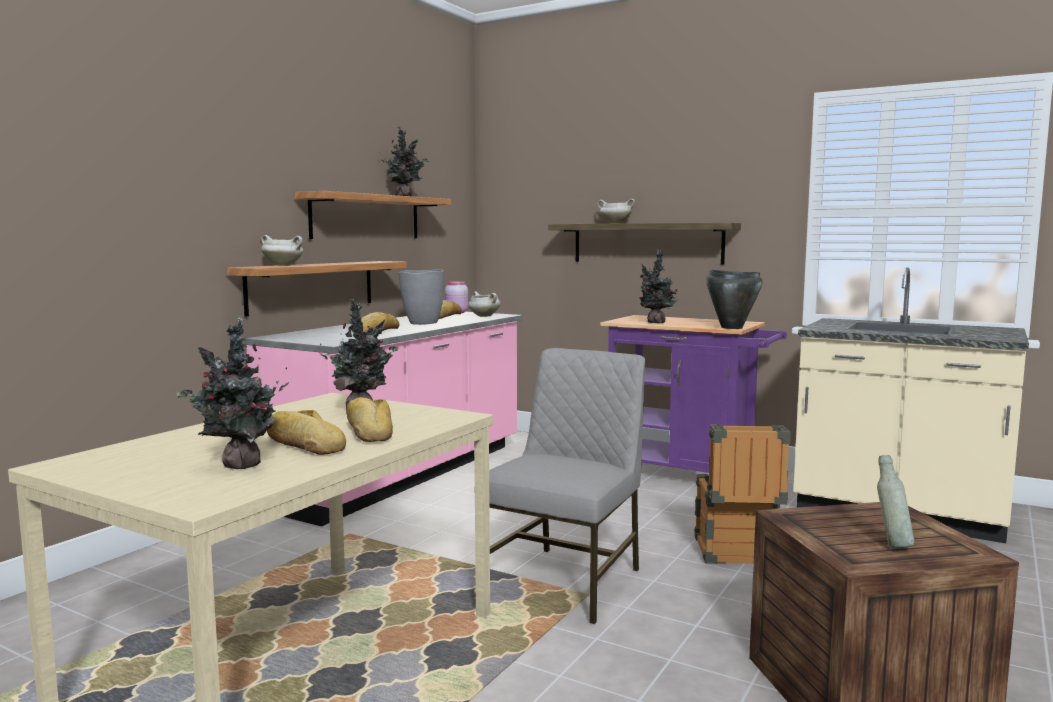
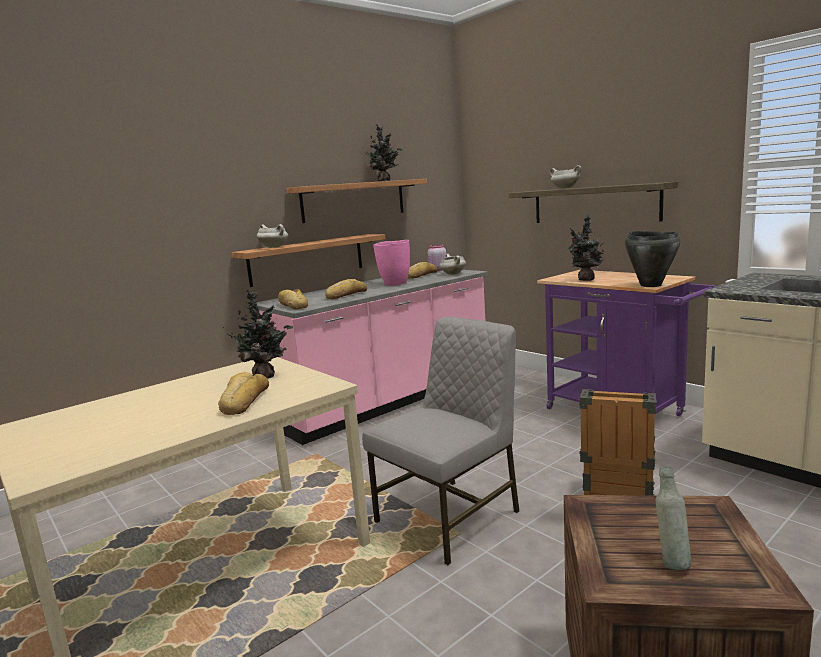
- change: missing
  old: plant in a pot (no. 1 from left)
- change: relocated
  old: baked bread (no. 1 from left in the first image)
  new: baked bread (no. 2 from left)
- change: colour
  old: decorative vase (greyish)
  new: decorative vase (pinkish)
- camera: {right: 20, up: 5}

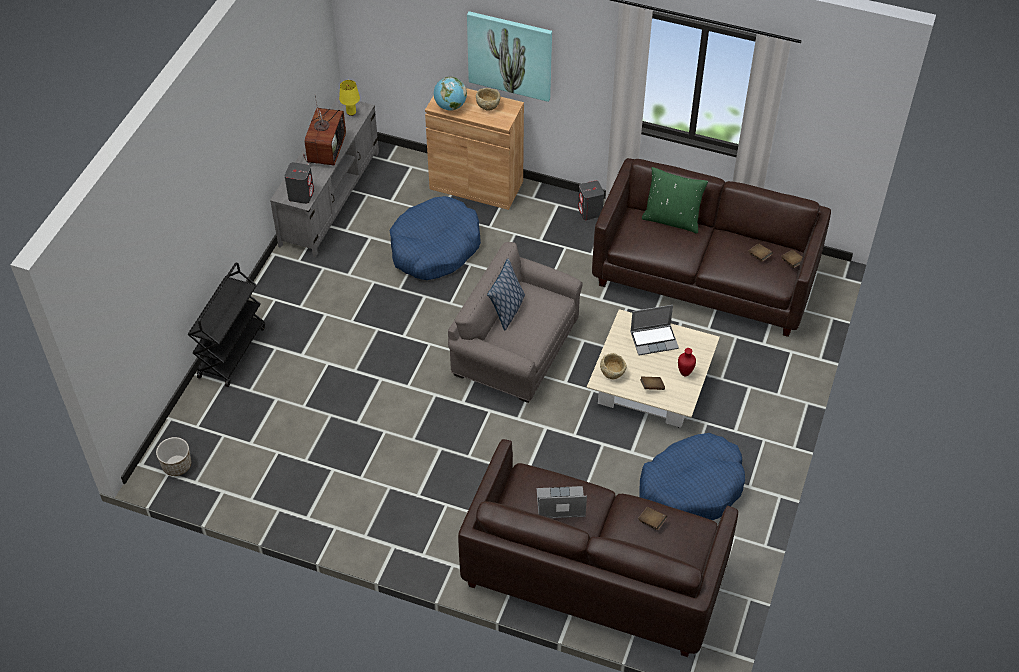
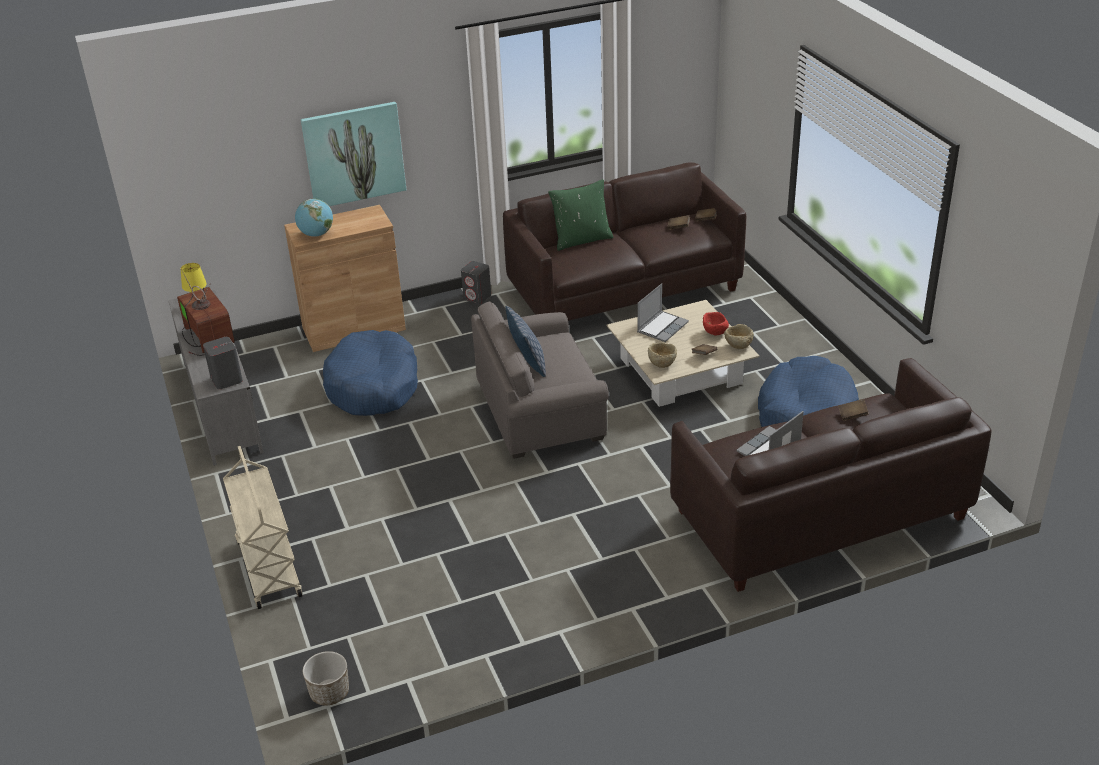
- change: colour
  old: trolley (black-coloured)
  new: trolley (sand-coloured)
- change: relocated
  old: bowl (sand-coloured) (no. 1 from left in the first image)
  new: bowl (sand-coloured) (no. 2 from left)
- change: exchanged
  old: decorative vase (red-coloured)
  new: bowl (red-coloured)
- camera: {right: -40, up: -15}

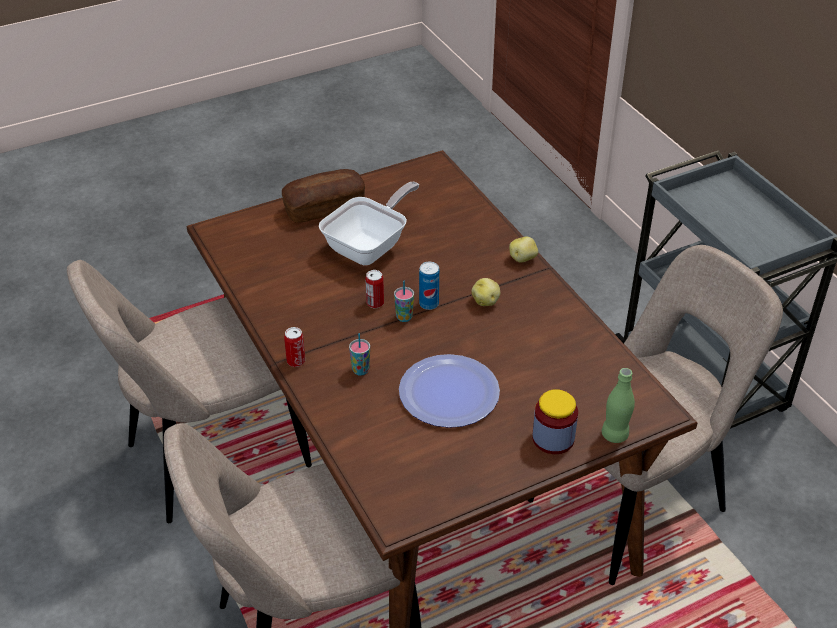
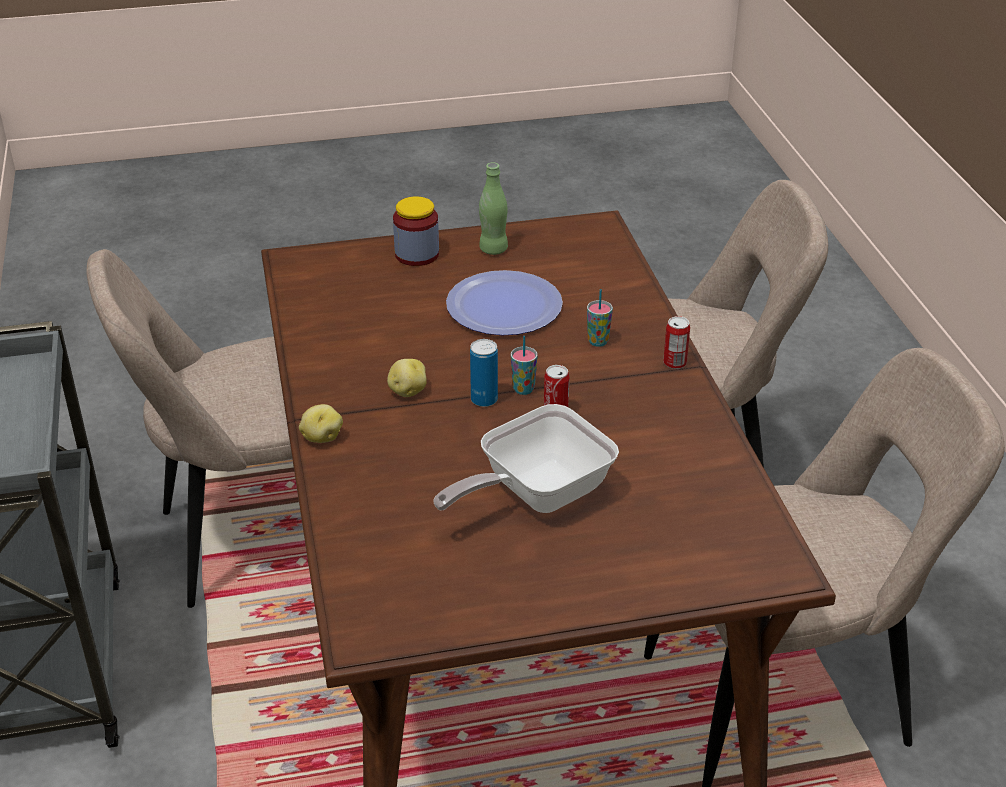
- change: missing
  old: baked bread
- change: relocated
  old: beverage bottle (greenish)
- camera: {right: -165, up: -5}

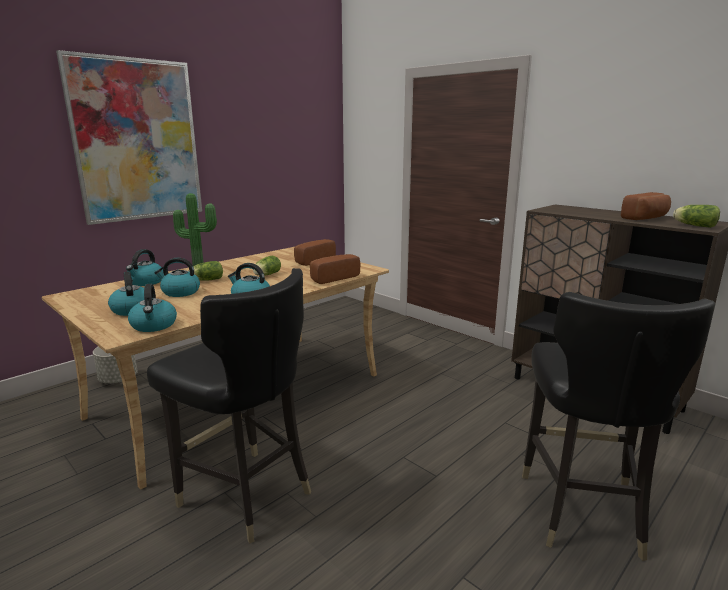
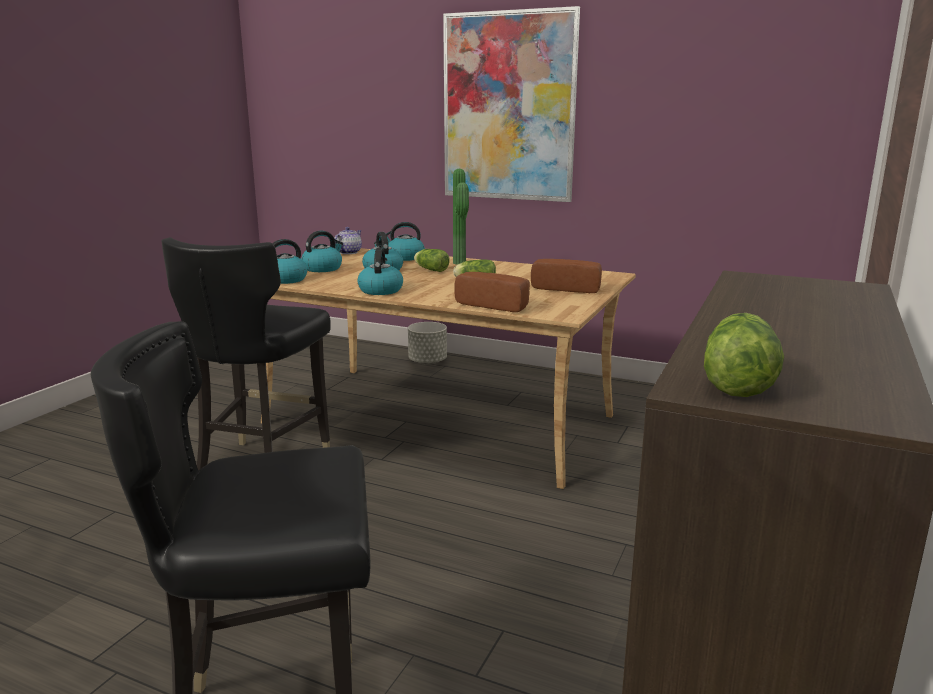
- change: missing
  old: baked bread (no. 3 from left)
- change: appeared
  new: tea pot
- camera: {right: 70, up: 0}

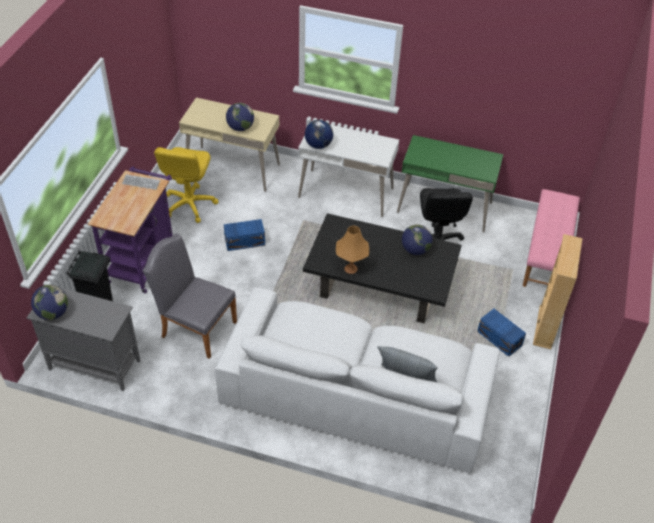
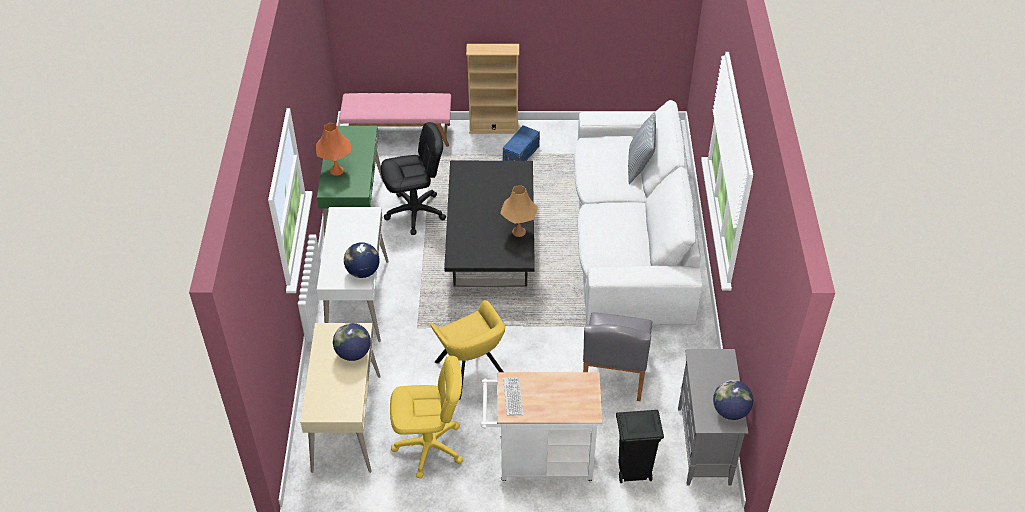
- change: colour
  old: trolley (purplish)
  new: trolley (white-coloured)
- change: exchanged
  old: storage container (blue-coloured) (no. 1 from left)
  new: lounge chair (yellowish)
- change: missing
  old: world globe (no. 4 from left)
- change: appeared
  new: table lamp (orange) (no. 1 from left)
- camera: {right: -105, up: 0}

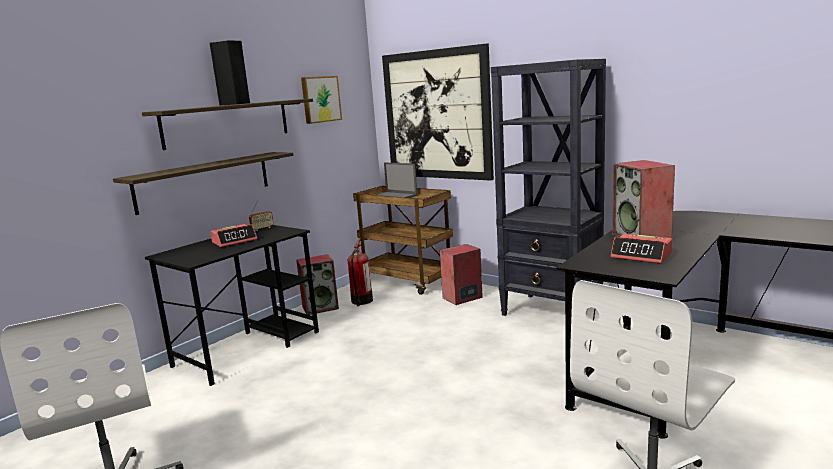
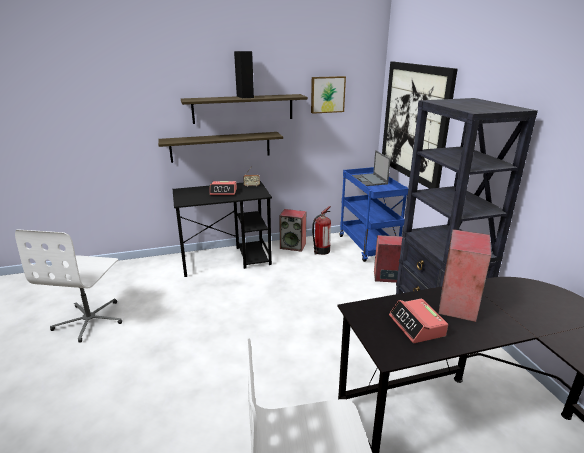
- change: colour
  old: trolley (brown-coloured)
  new: trolley (blue-coloured)
- camera: {right: 35, up: 10}

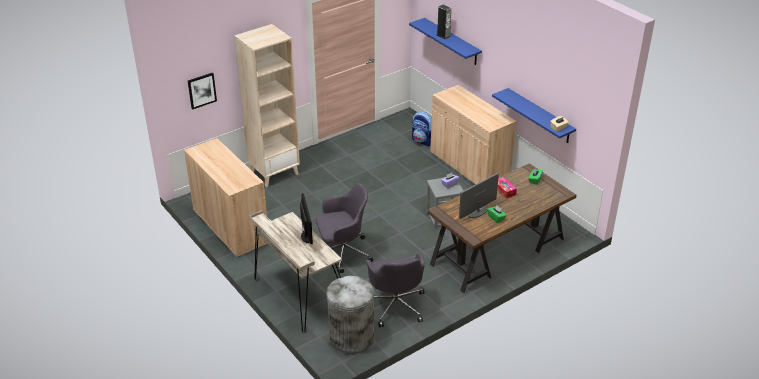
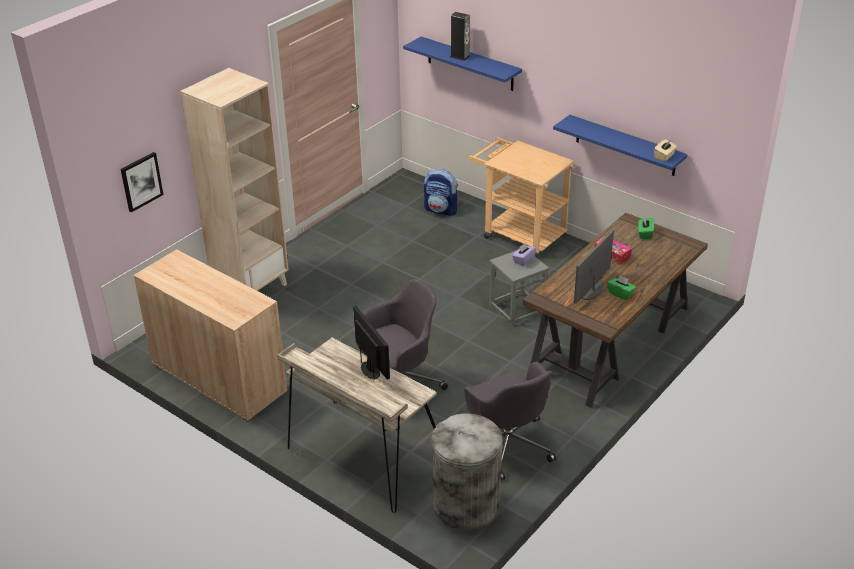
- change: exchanged
  old: cupboard (sand-coloured) (no. 2 from left)
  new: trolley (sand-coloured)
- camera: {right: -15, up: 0}

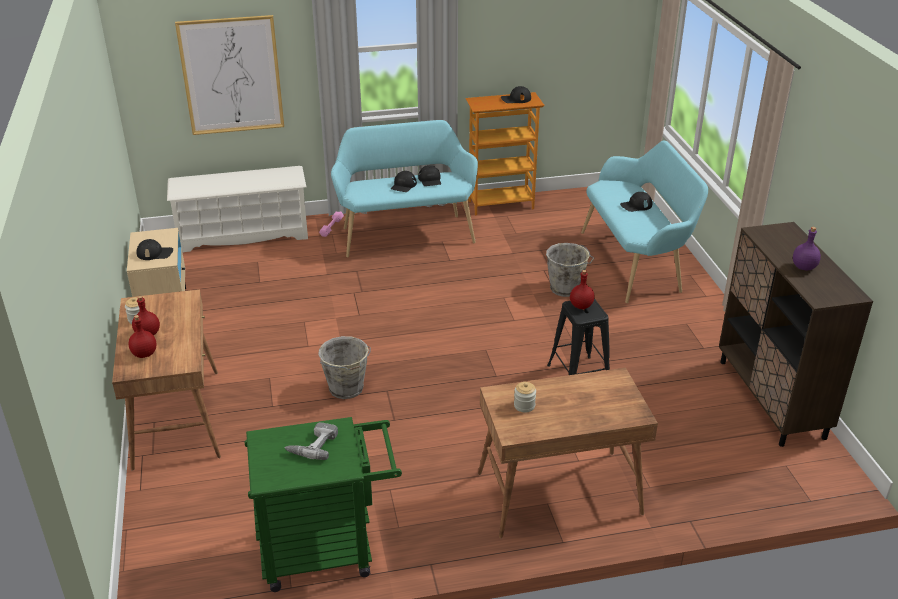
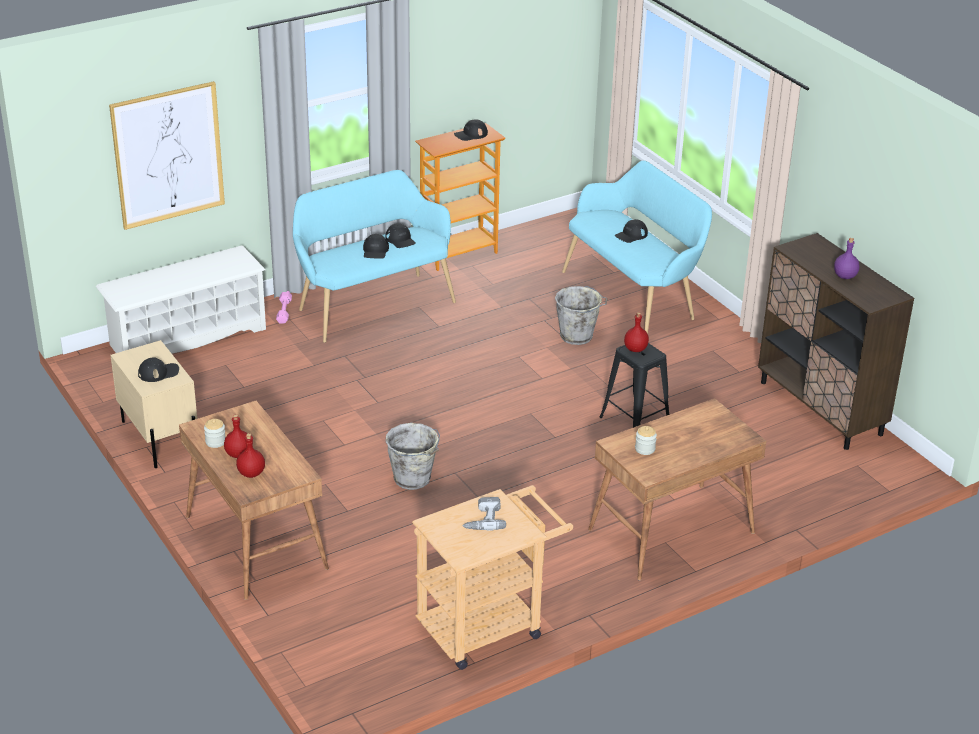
- change: colour
  old: trolley (greenish)
  new: trolley (sand-coloured)
- camera: {right: -20, up: 0}

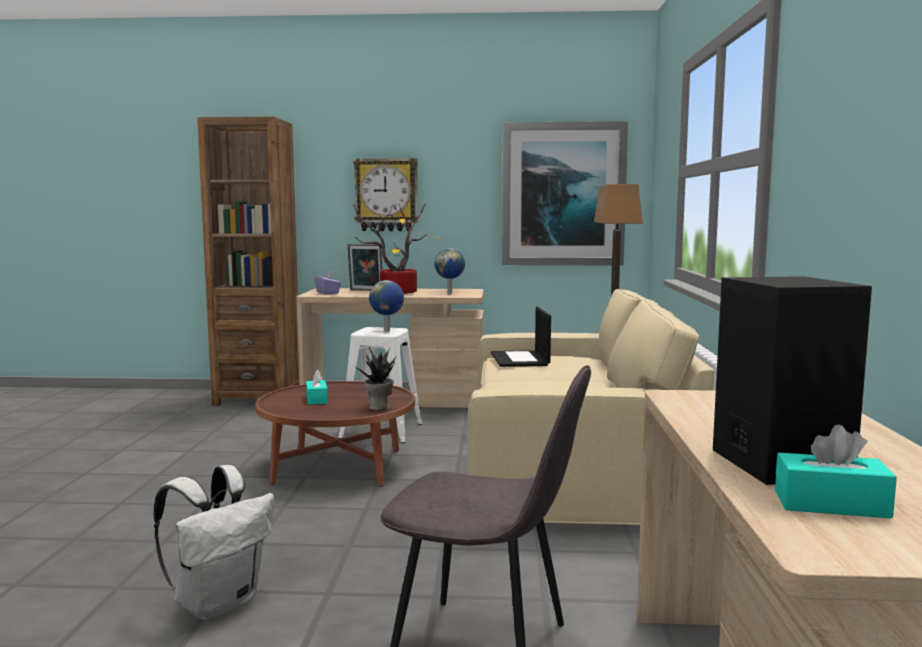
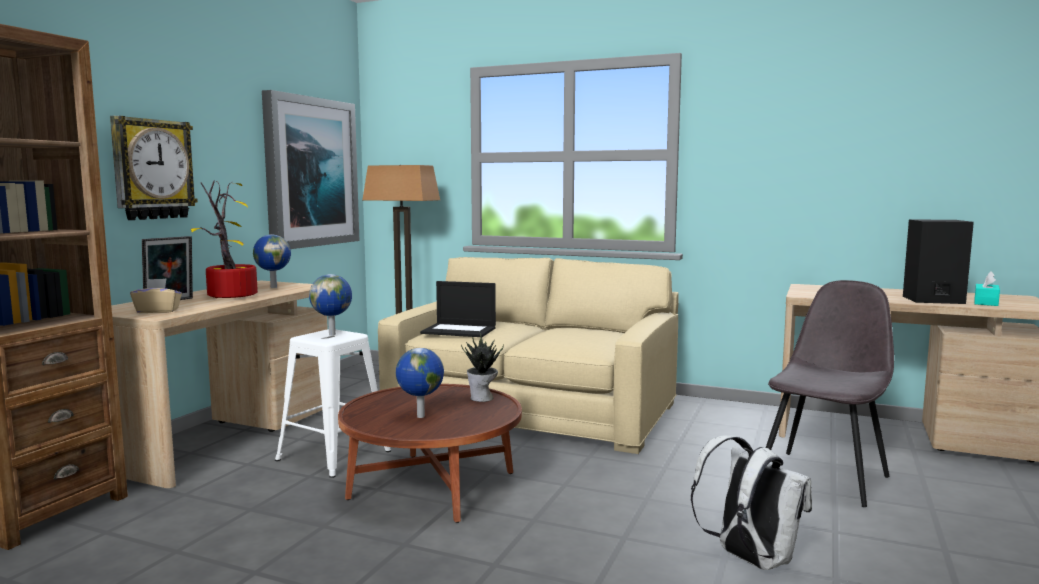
- change: exchanged
  old: tissue holder (blue-green) (no. 1 from left)
  new: world globe (no. 3 from left)
- change: colour
  old: tissue holder (purplish)
  new: tissue holder (sand-coloured)
- camera: {right: -70, up: 0}

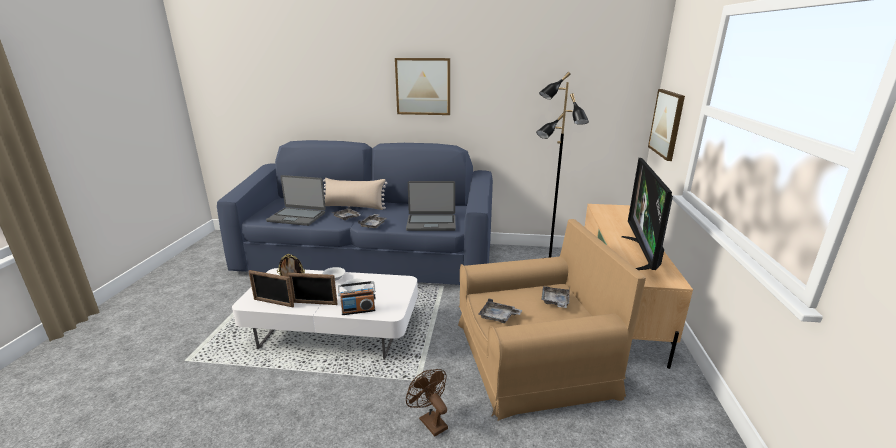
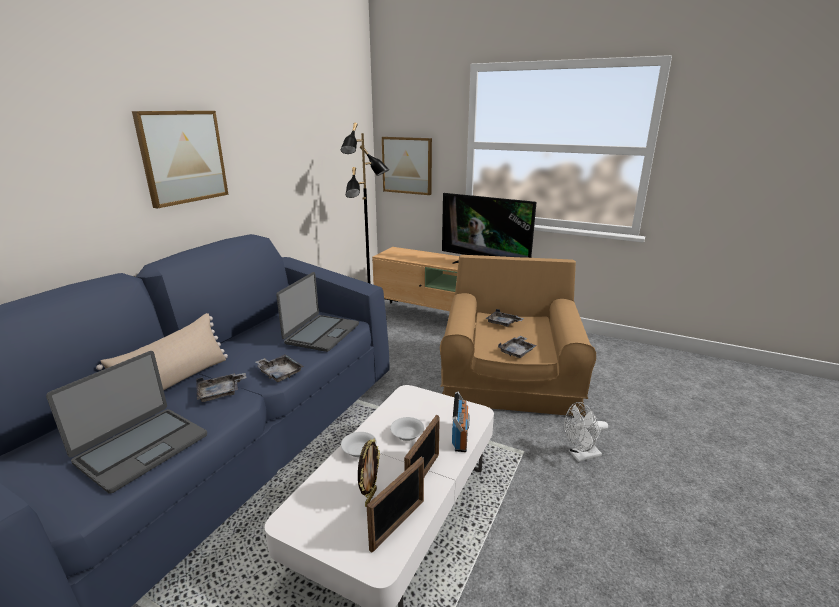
- change: colour
  old: cooling fan (brown-coloured)
  new: cooling fan (white-coloured)
- camera: {right: -70, up: 0}

